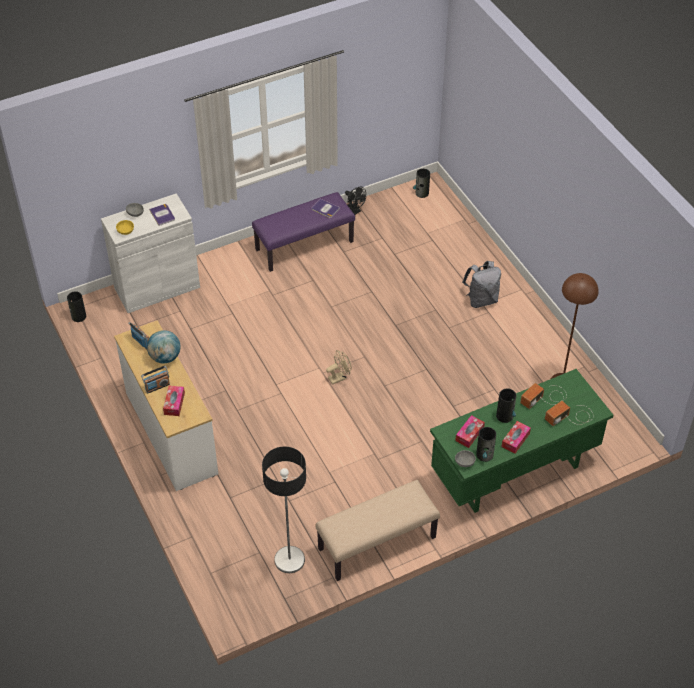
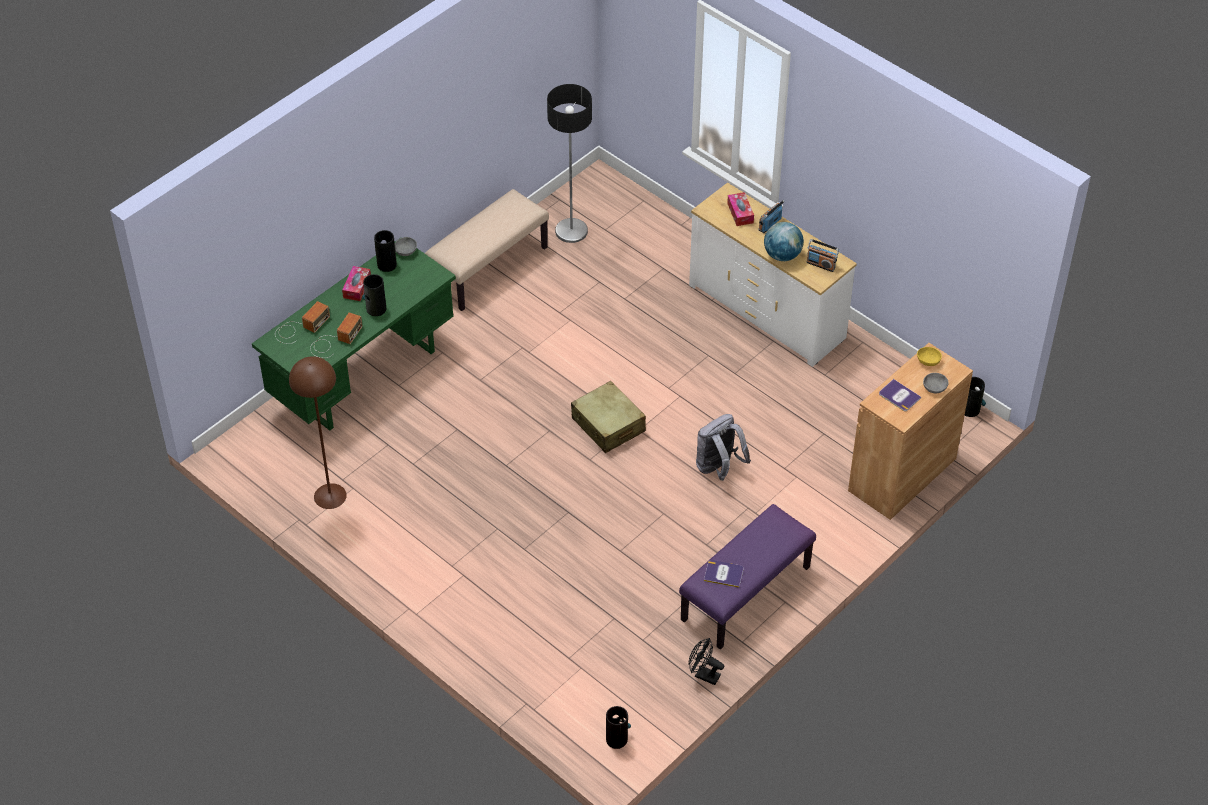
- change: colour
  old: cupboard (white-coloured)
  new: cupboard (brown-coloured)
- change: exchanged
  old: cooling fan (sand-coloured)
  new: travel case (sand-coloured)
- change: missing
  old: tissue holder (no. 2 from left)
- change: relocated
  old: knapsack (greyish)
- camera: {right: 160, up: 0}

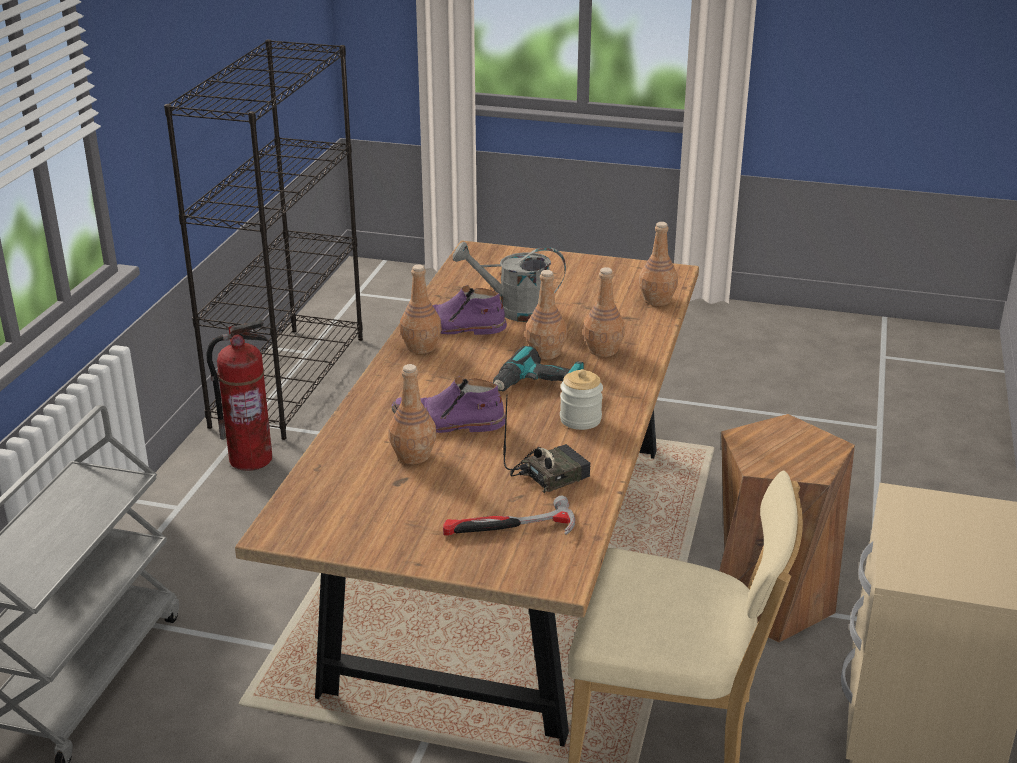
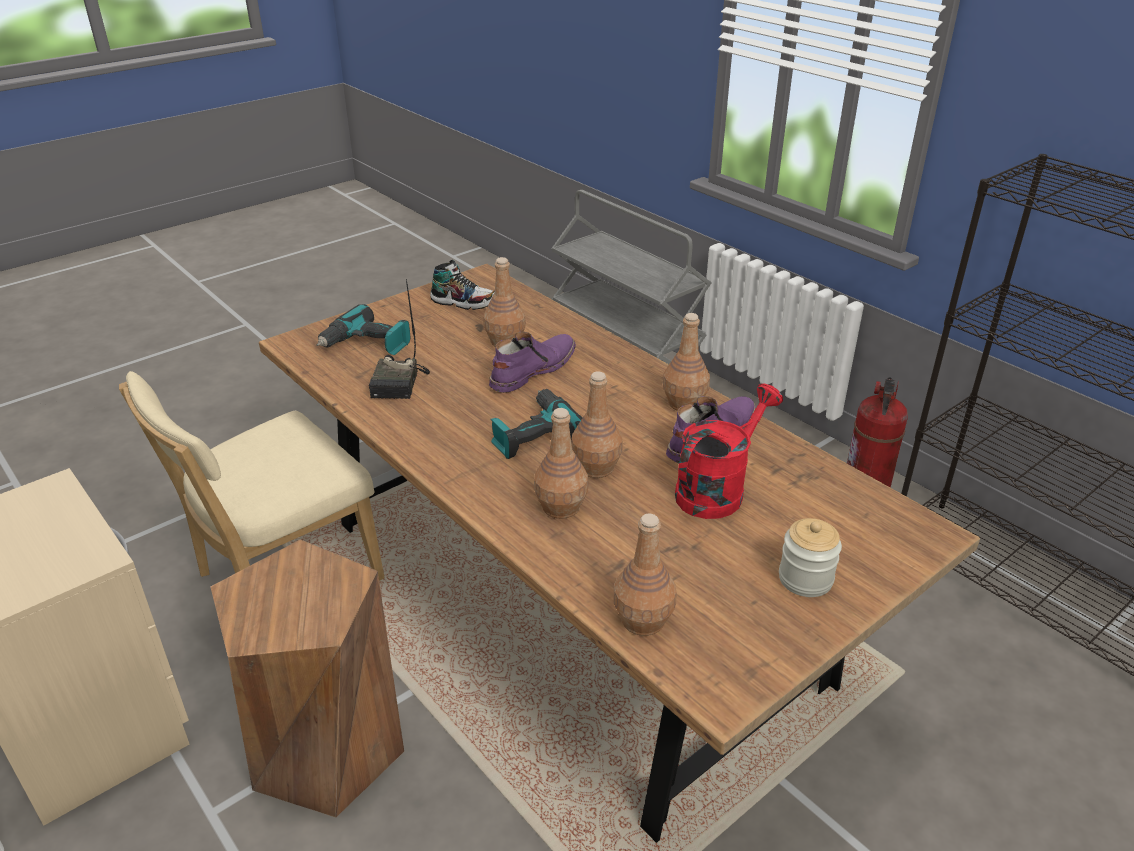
- change: exchanged
  old: hand hammer
  new: drill (no. 1 from left)
- change: colour
  old: watering can (greyish)
  new: watering can (red-coloured)
- change: relocated
  old: storage jar
- change: appeared
  new: item of footwear
- camera: {right: 125, up: 5}

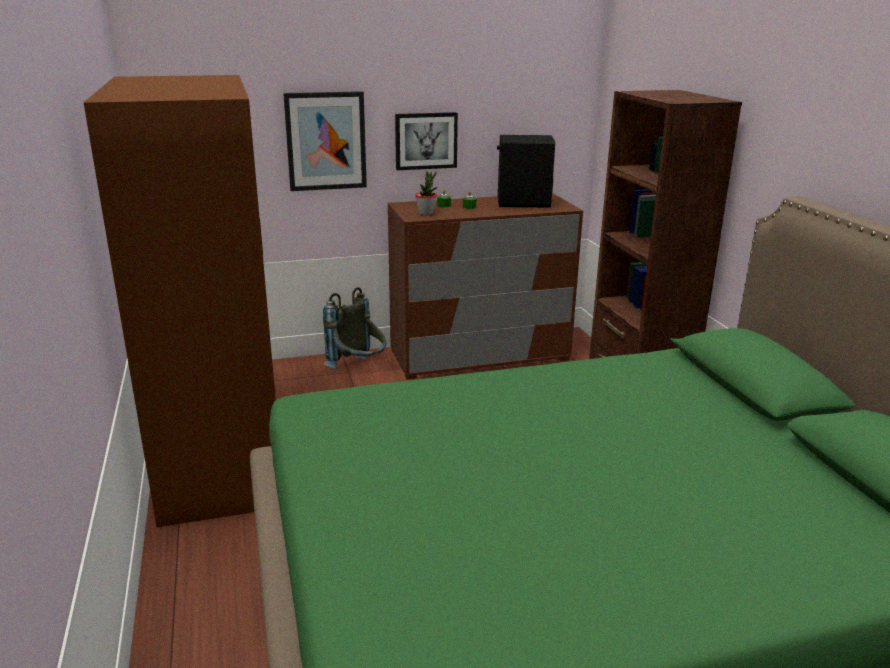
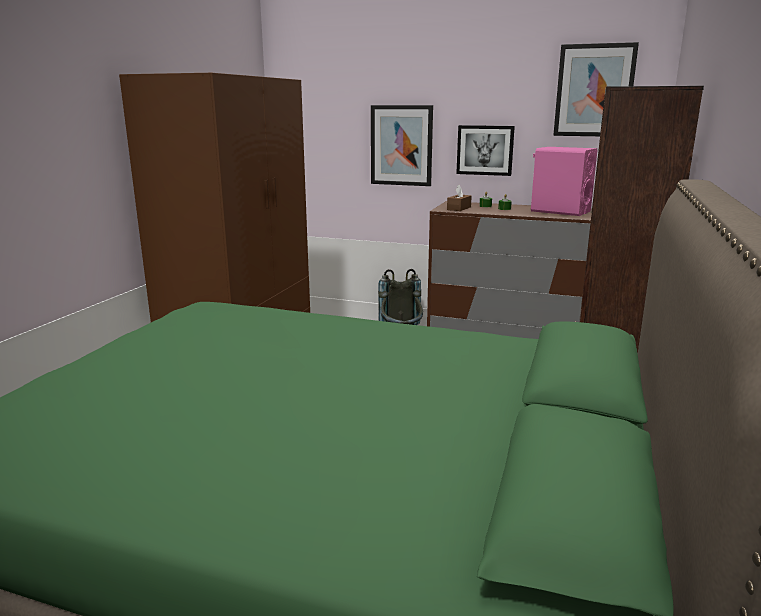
- change: exchanged
  old: plant in a pot
  new: tissue holder (brown-coloured)
- change: colour
  old: speaker (black-coloured)
  new: speaker (pinkish)
- change: appeared
  new: picture (no. 3 from left)
- camera: {right: 35, up: -5}

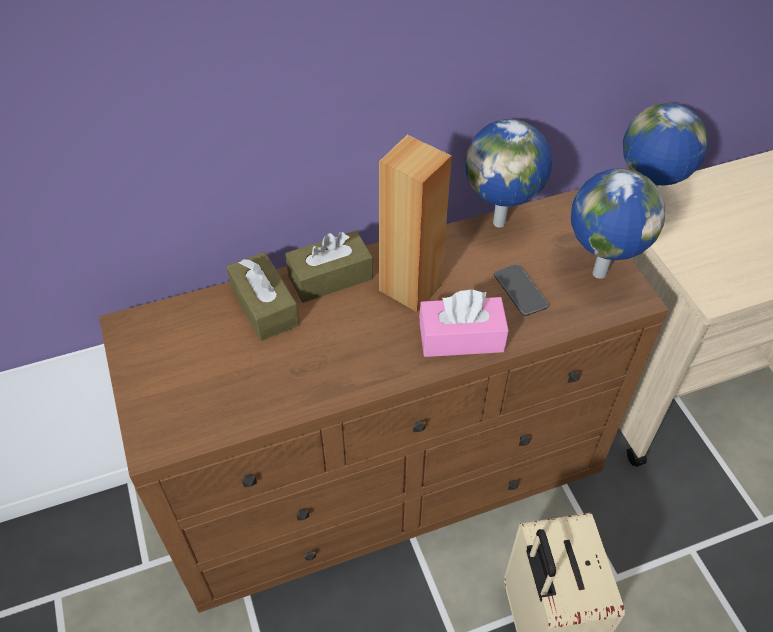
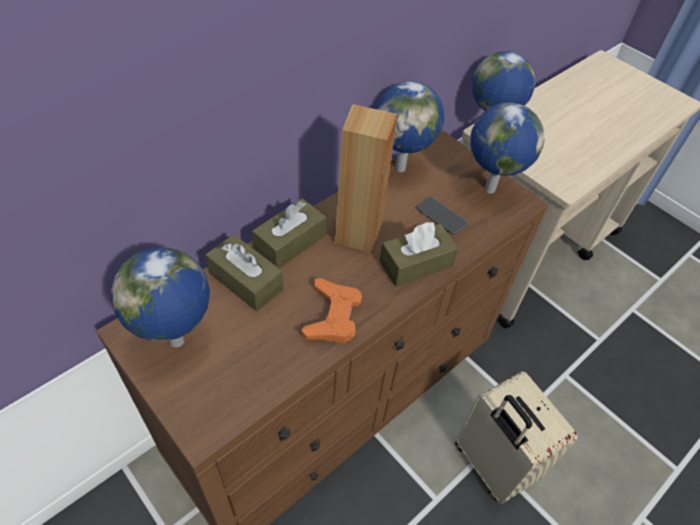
- change: colour
  old: tissue holder (pinkish)
  new: tissue holder (brown-coloured) (no. 3 from left)
- change: appeared
  new: world globe (no. 1 from left)
- change: appeared
  new: gamepad (orange)
- camera: {right: -25, up: 0}

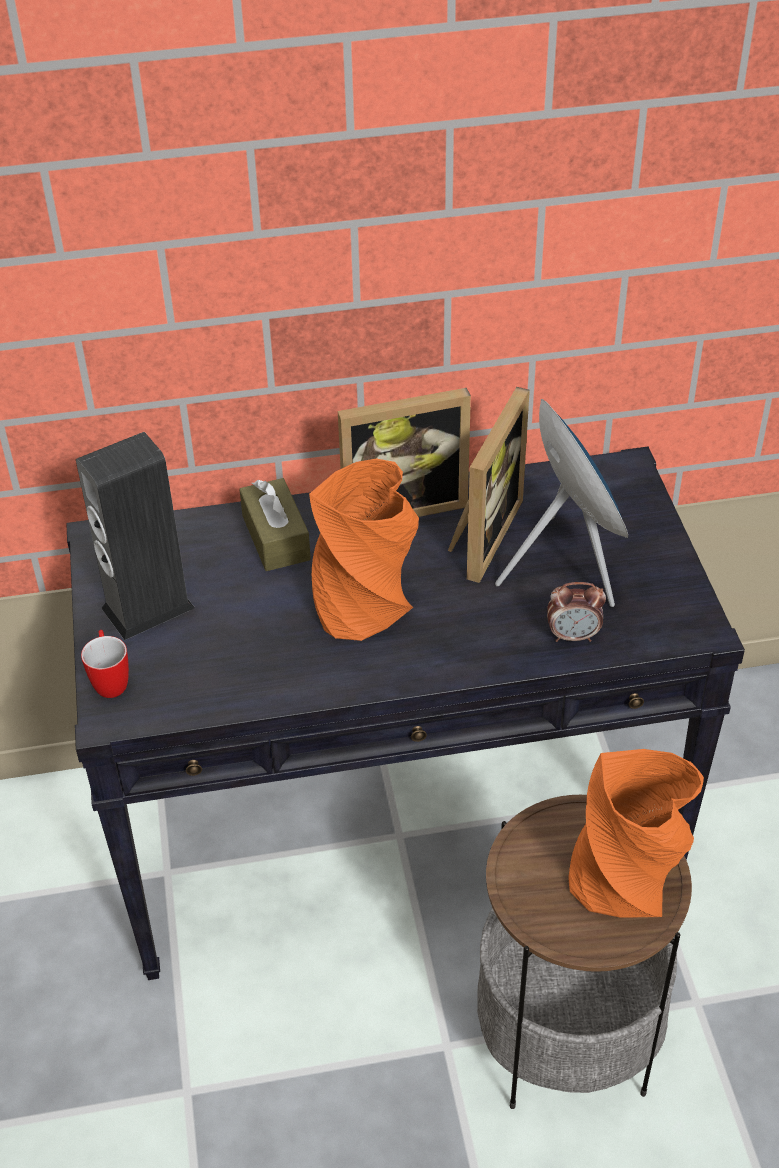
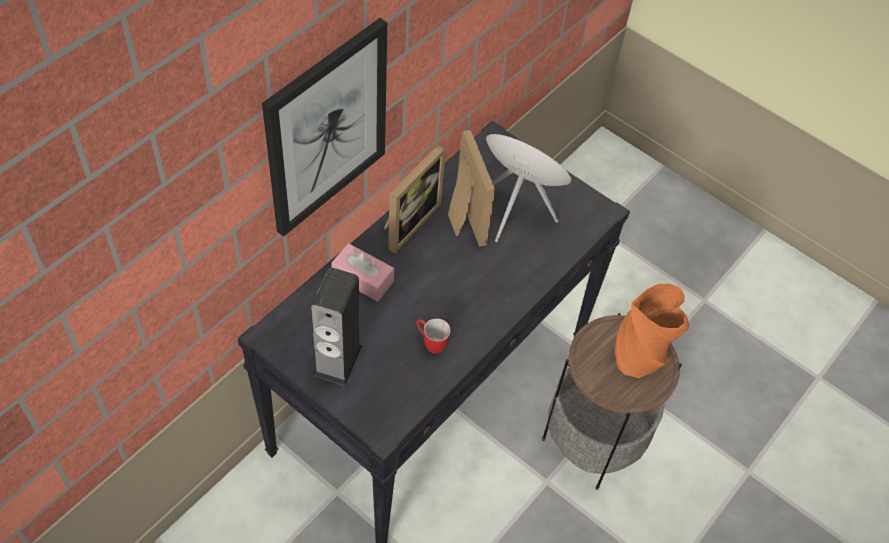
- change: relocated
  old: coffee mug
- change: colour
  old: tissue holder (brown-coloured)
  new: tissue holder (pinkish)
- change: missing
  old: decorative vase (orange) (no. 1 from left)
- change: missing
  old: bedside clock
- change: appeared
  new: picture
- camera: {right: -45, up: 10}

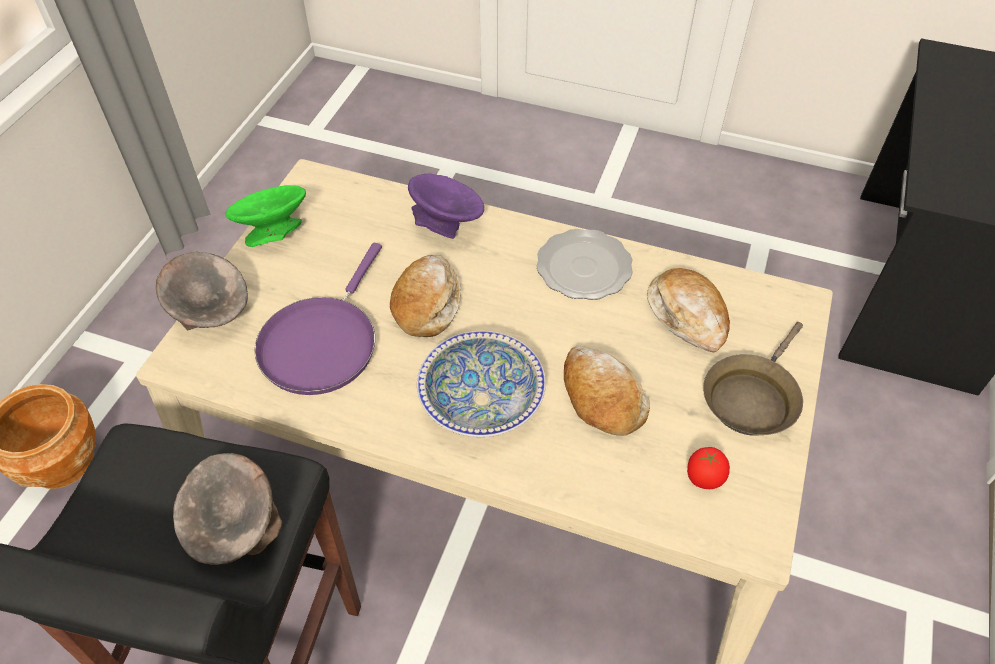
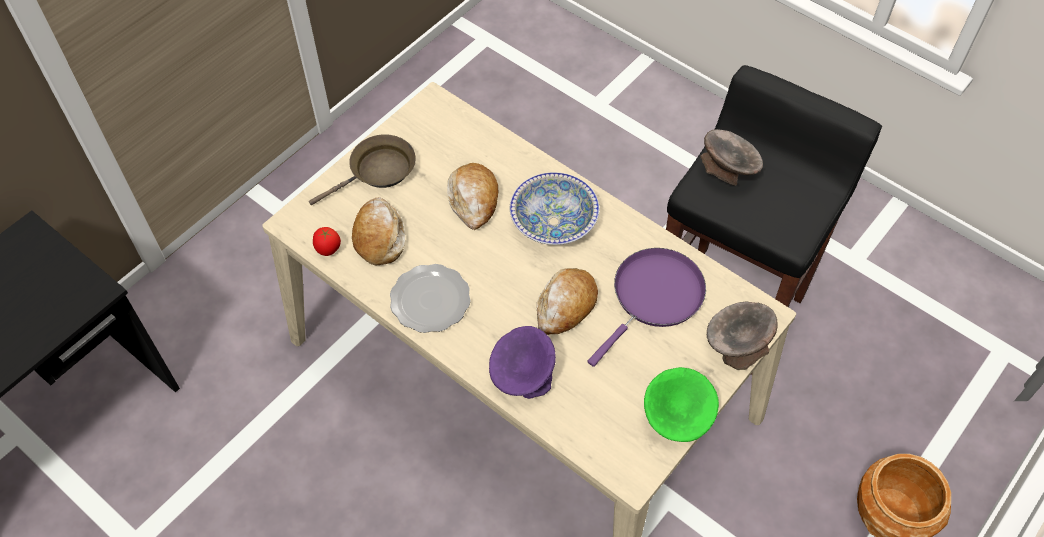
- change: relocated
  old: whole tomato
- camera: {right: -160, up: 5}

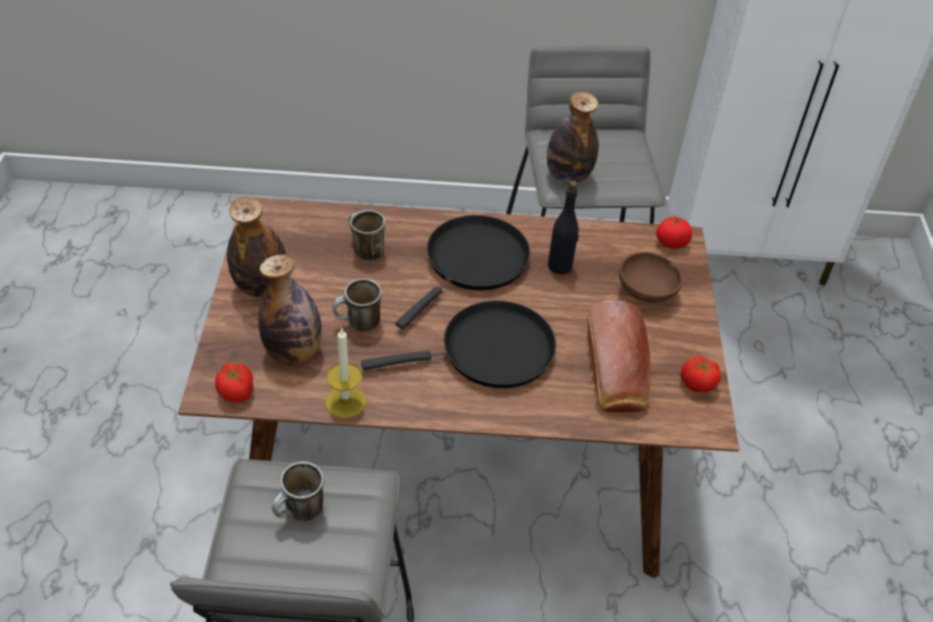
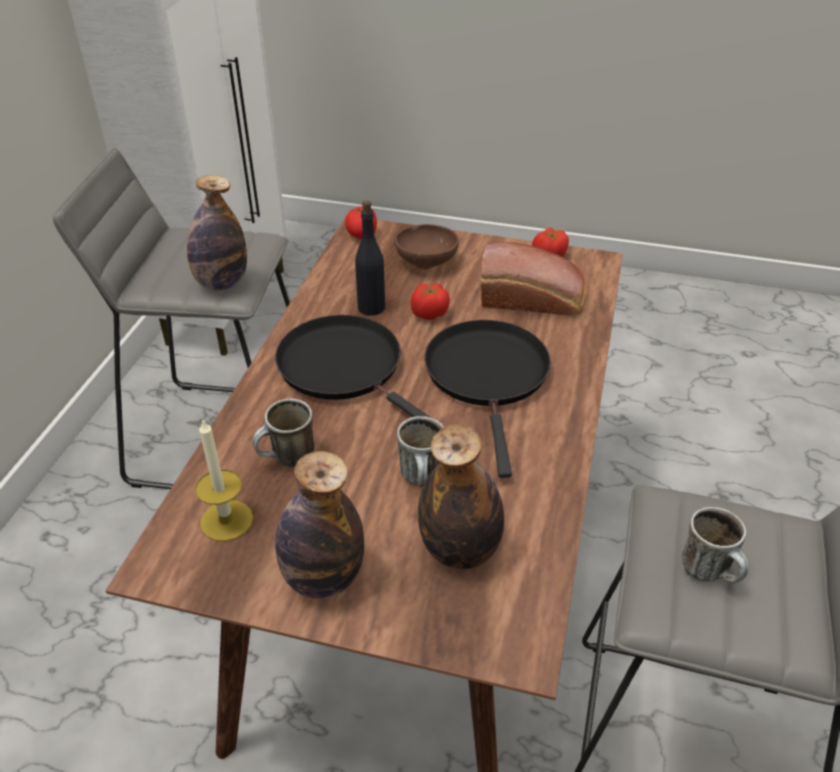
- change: relocated
  old: whole tomato (no. 1 from left in the first image)
  new: whole tomato (no. 2 from left)
- change: relocated
  old: wax light
- camera: {right: -75, up: -5}

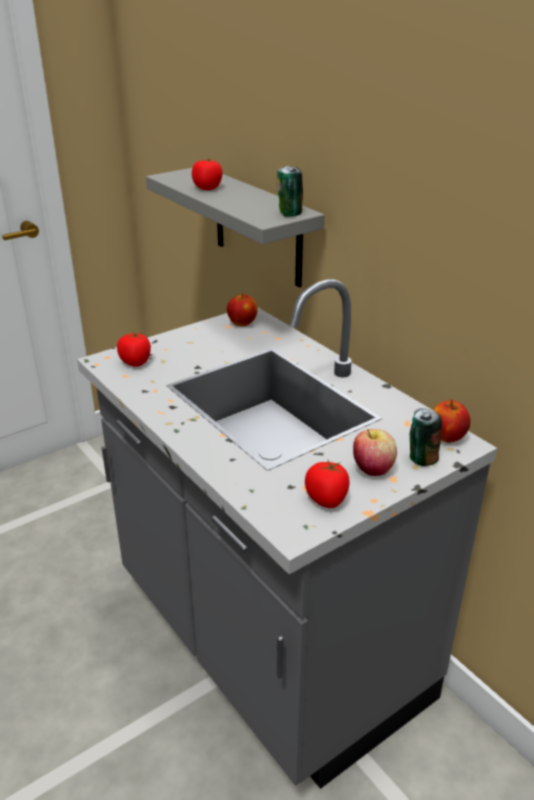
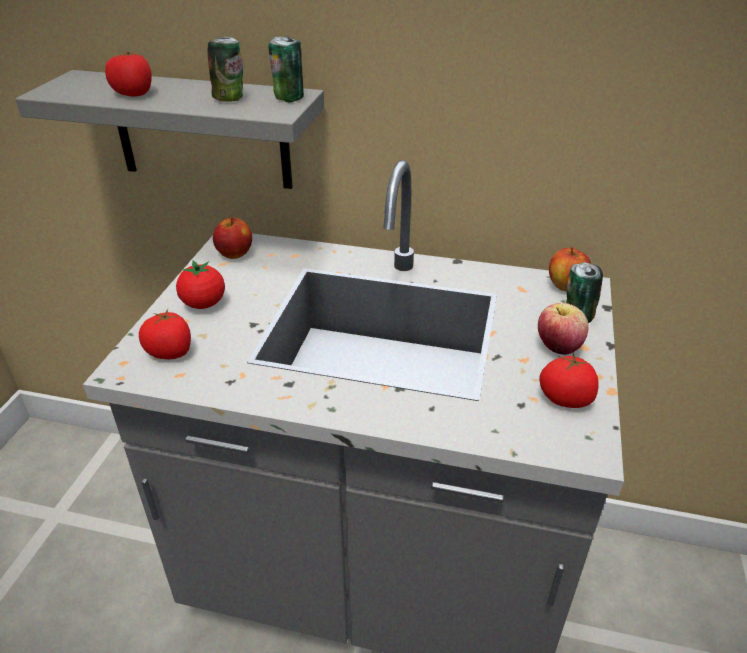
- change: appeared
  new: whole tomato (no. 3 from left)
- change: appeared
  new: metal can (no. 1 from left)
- camera: {right: -40, up: 5}

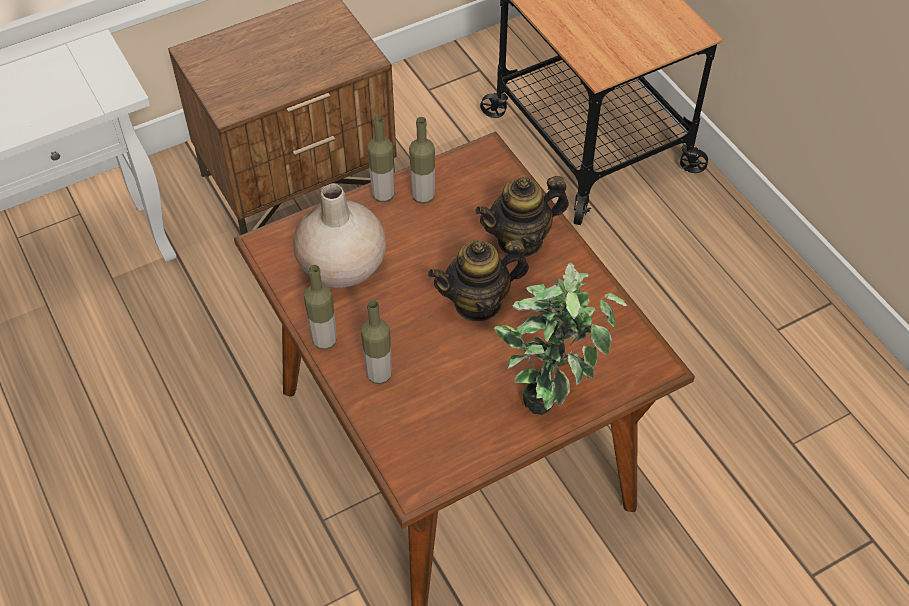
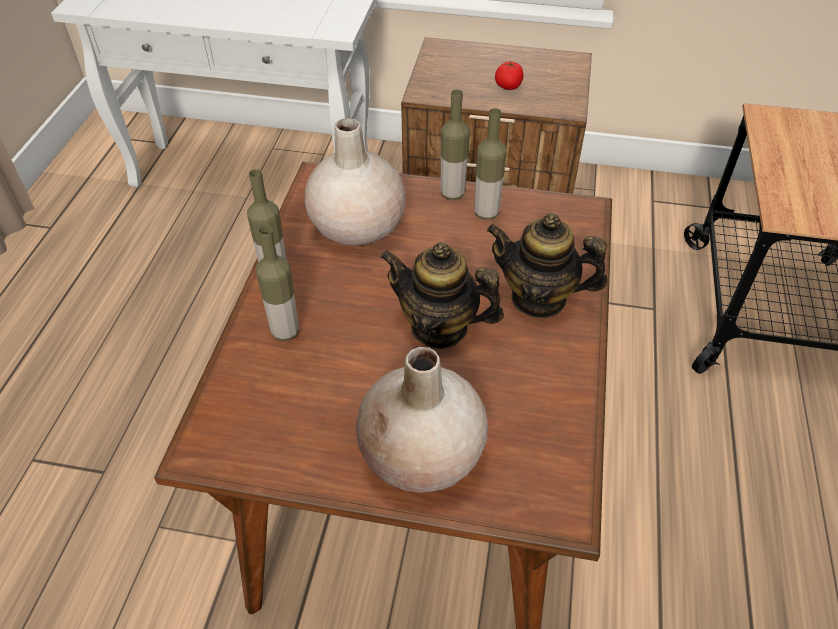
- change: exchanged
  old: plant in a pot
  new: decorative vase (sand-coloured) (no. 2 from left)
- change: appeared
  new: whole tomato
- camera: {right: 40, up: -5}

